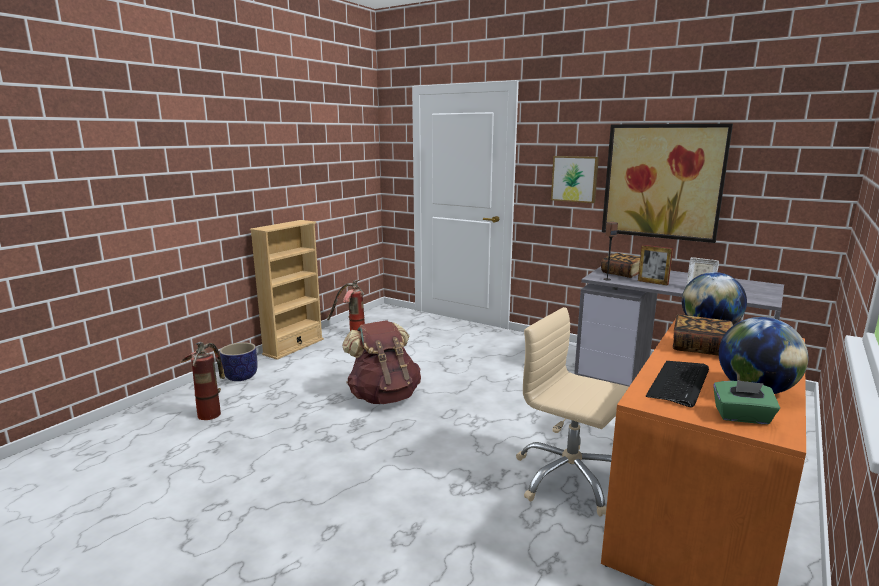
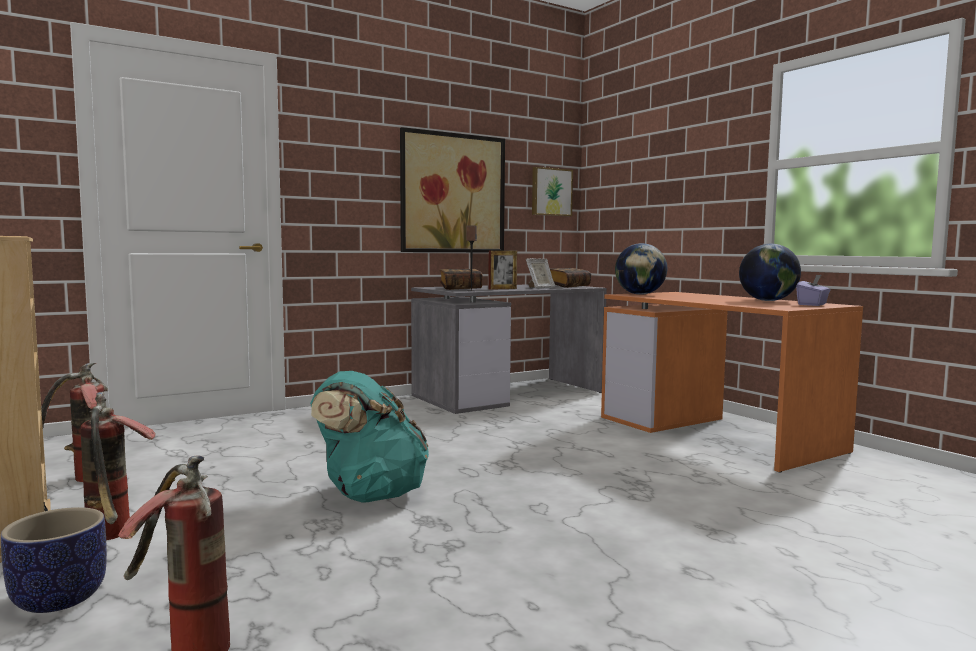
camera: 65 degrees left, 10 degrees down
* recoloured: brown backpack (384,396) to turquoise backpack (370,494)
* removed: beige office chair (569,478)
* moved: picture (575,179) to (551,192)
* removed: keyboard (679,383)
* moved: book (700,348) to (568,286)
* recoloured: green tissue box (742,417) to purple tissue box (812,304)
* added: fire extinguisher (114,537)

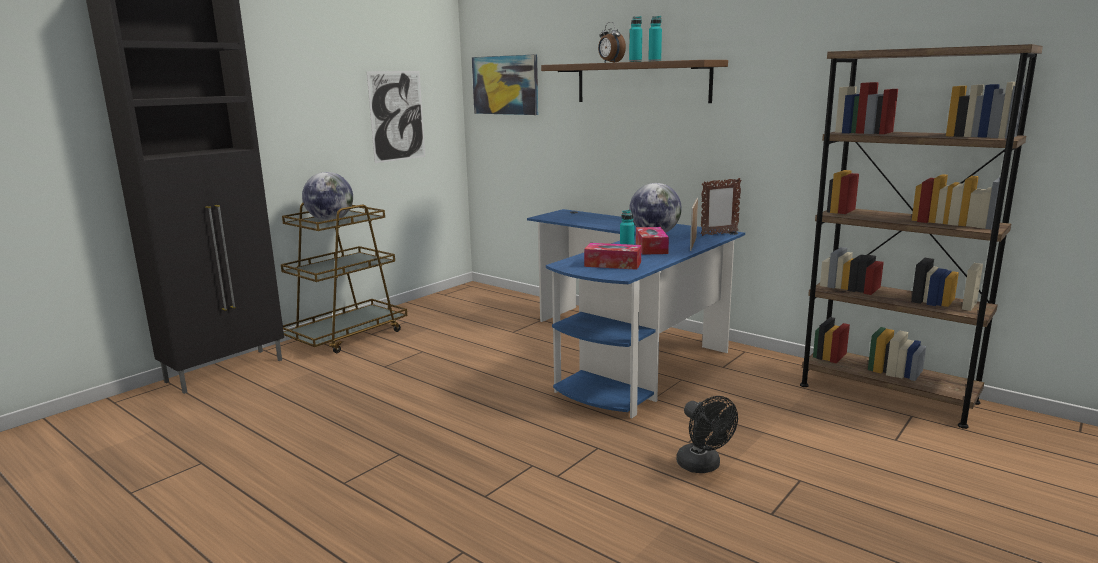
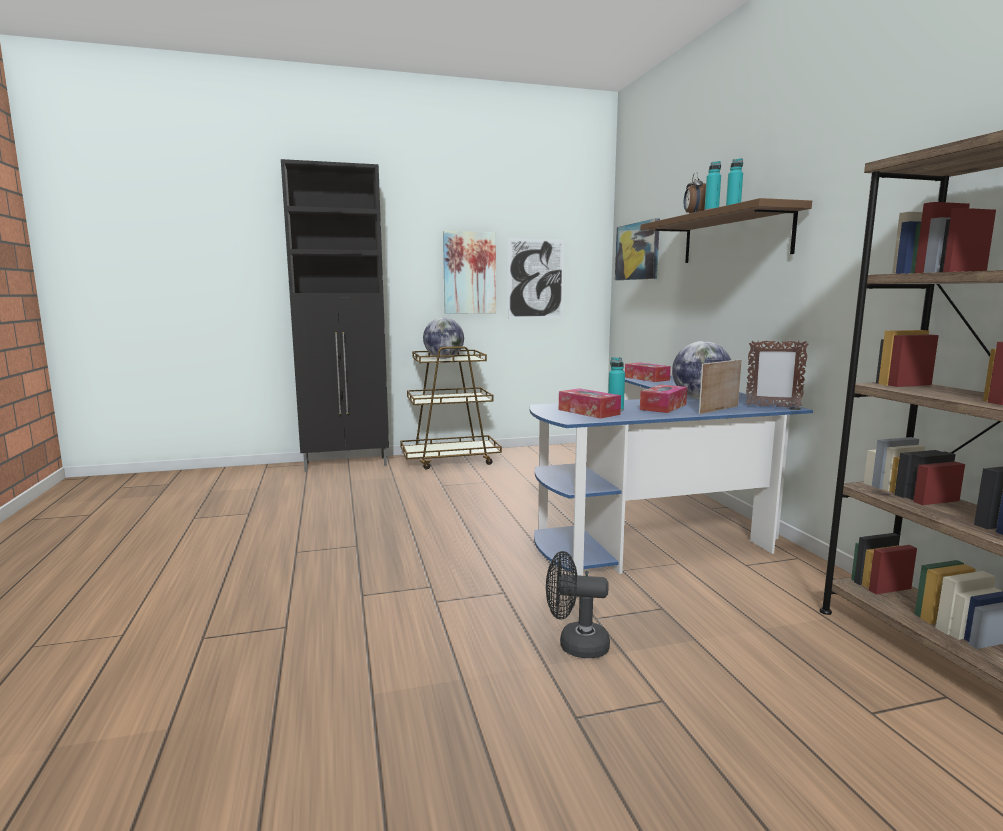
camera: 35 degrees right, 5 degrees down
* turned: black fan (703,466) = (575,645) 90 degrees clockwise
* added: picture (469,273)
* added: tissue box (646,378)

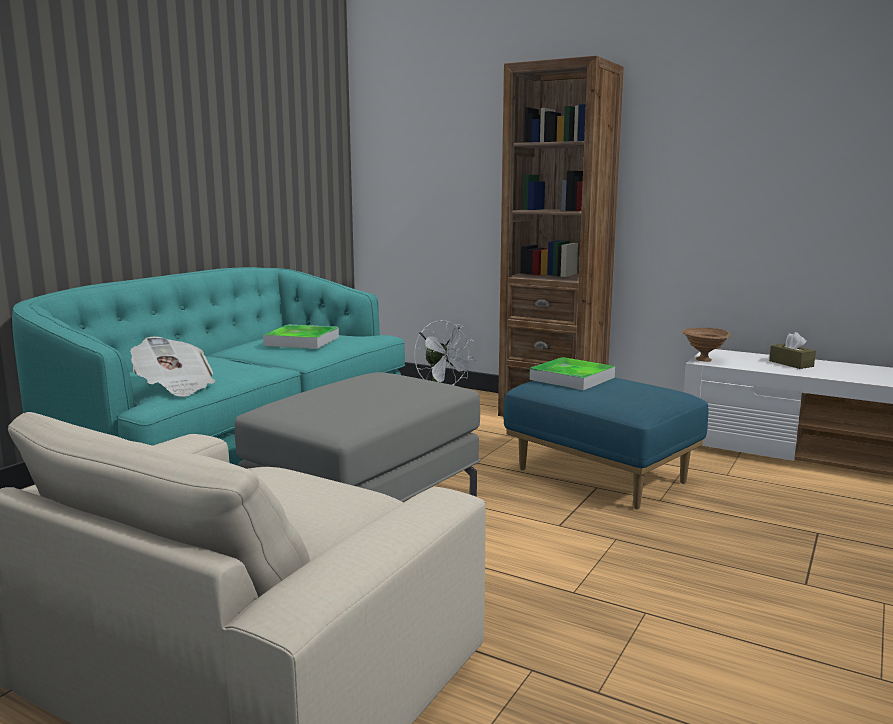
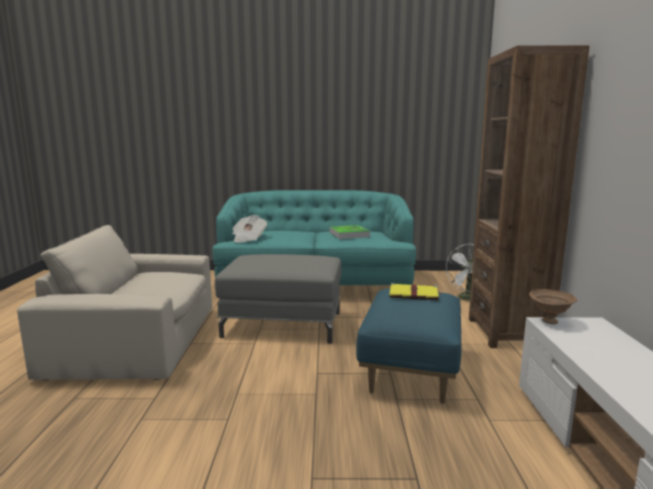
camera: 60 degrees right, 0 degrees up
* replaced: tray (572,378) to yellow book (414,294)
* removed: brown tissue box (791,364)

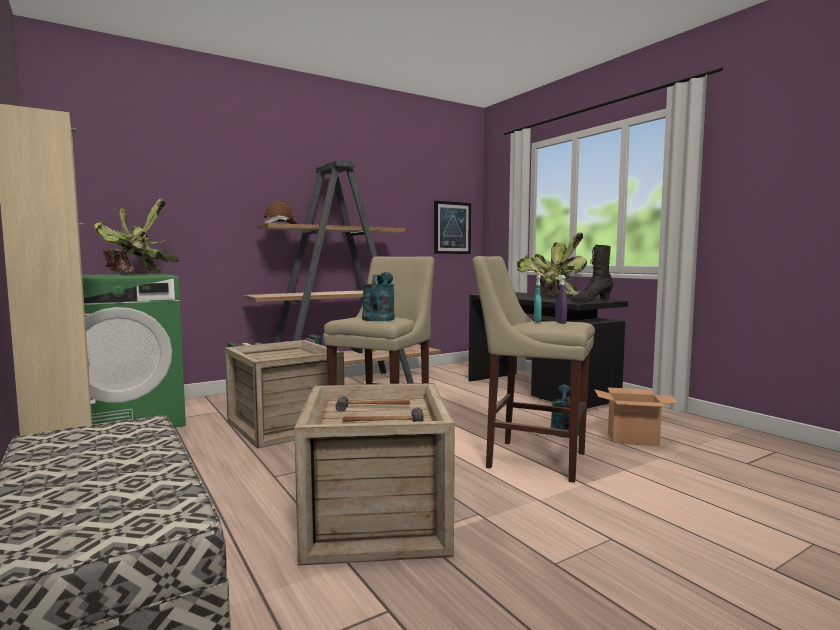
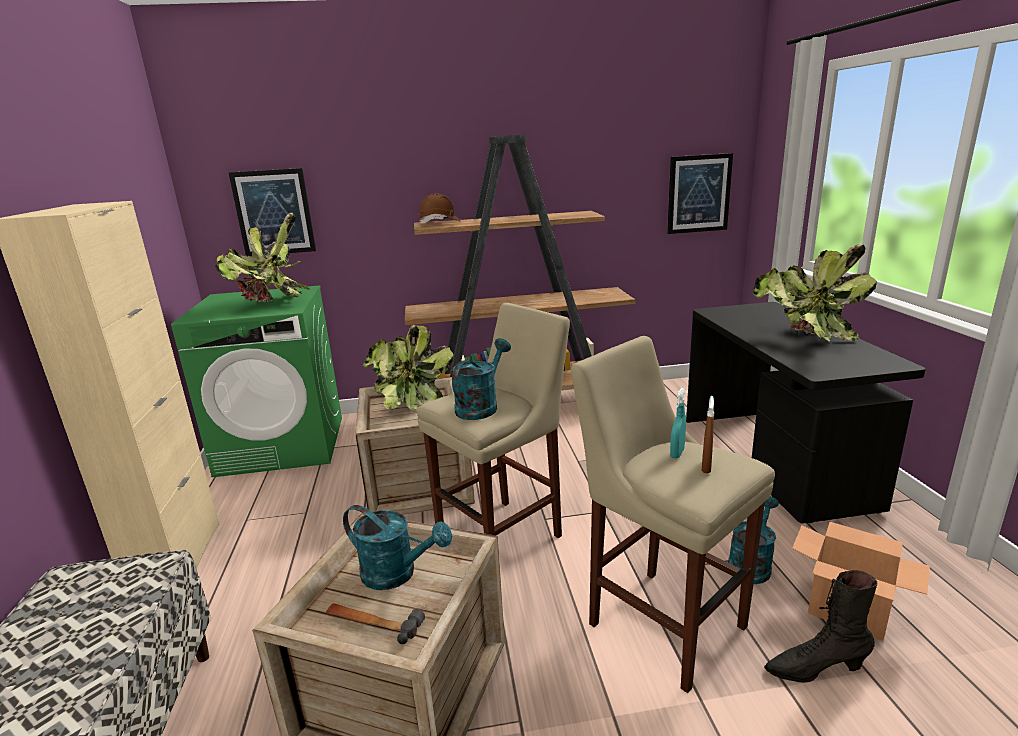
camera: 25 degrees right, 15 degrees up
* replaced: hammer (373,407) to turquoise watering can (397,574)
* recoloured: purple spray bottle (560,322) to brown spray bottle (706,467)
* moved: black boot (591,301) to (815,669)
* added: picture (274,212)
* added: potted plant (407,403)

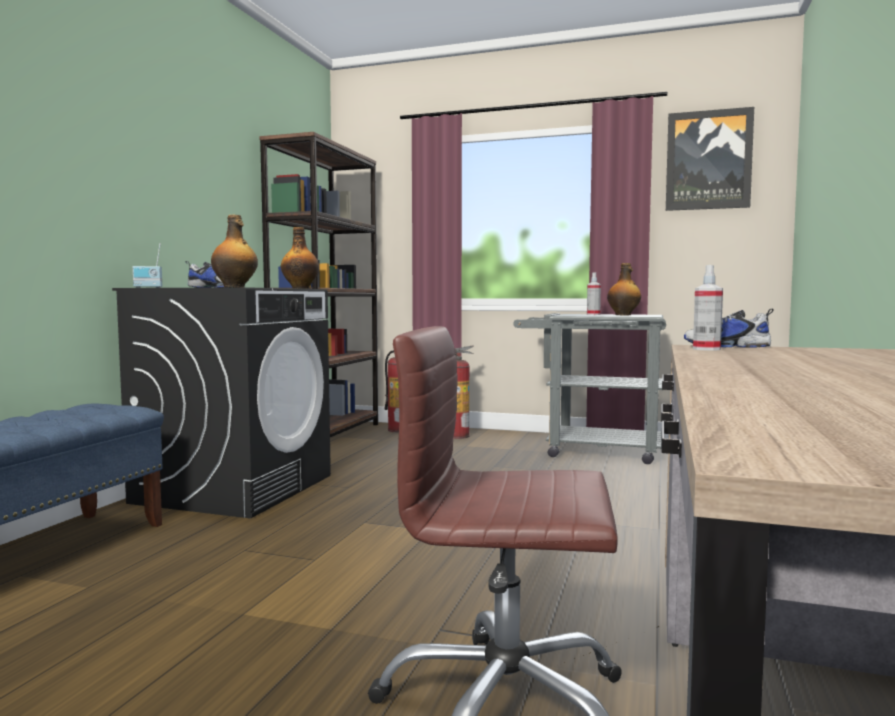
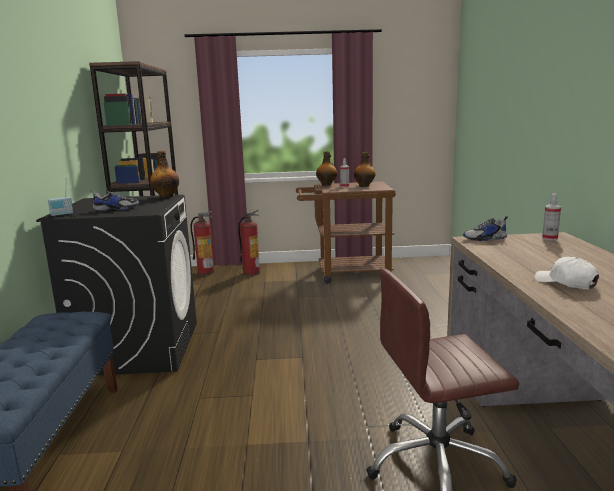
camera: 20 degrees left, 10 degrees up
* moved: bottle (235,287) to (327,185)
* recoloured: grey cart (591,450) to brown cart (346,273)
* removed: picture (708,160)
* moved: spray bottle (706,349) to (549,238)
* added: white cap (565,283)

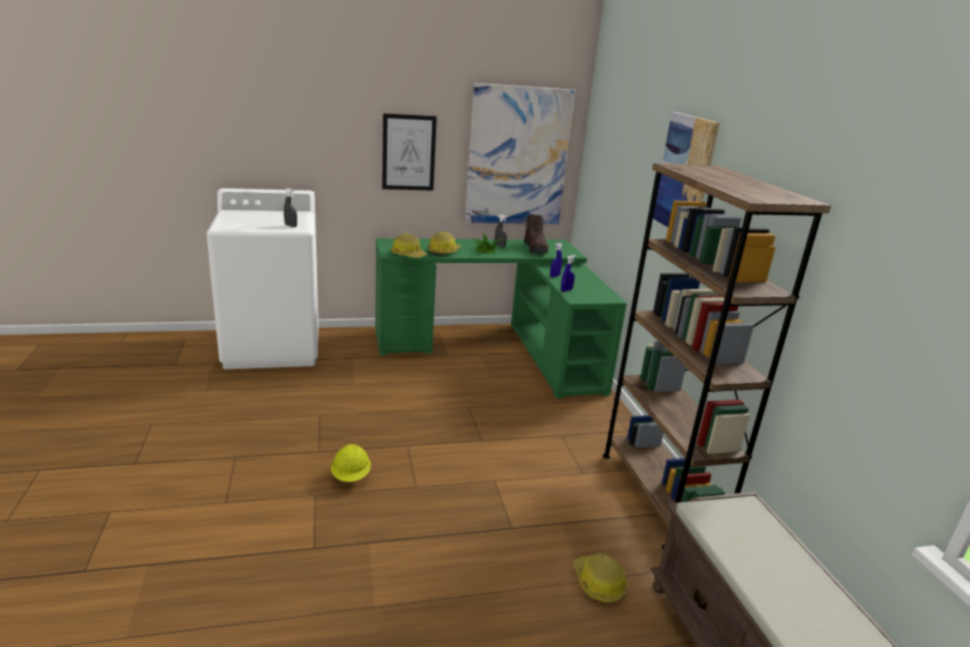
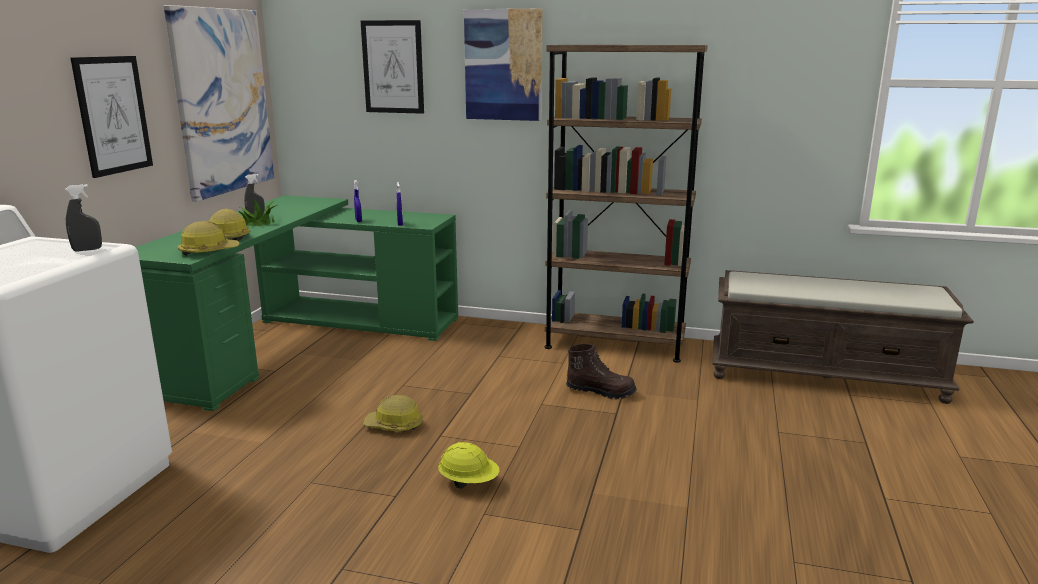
camera: 60 degrees left, 5 degrees down
* moved: brown boot (535,249) to (601,391)
* moved: hard hat (598,583) to (394,425)
* added: picture (393,67)

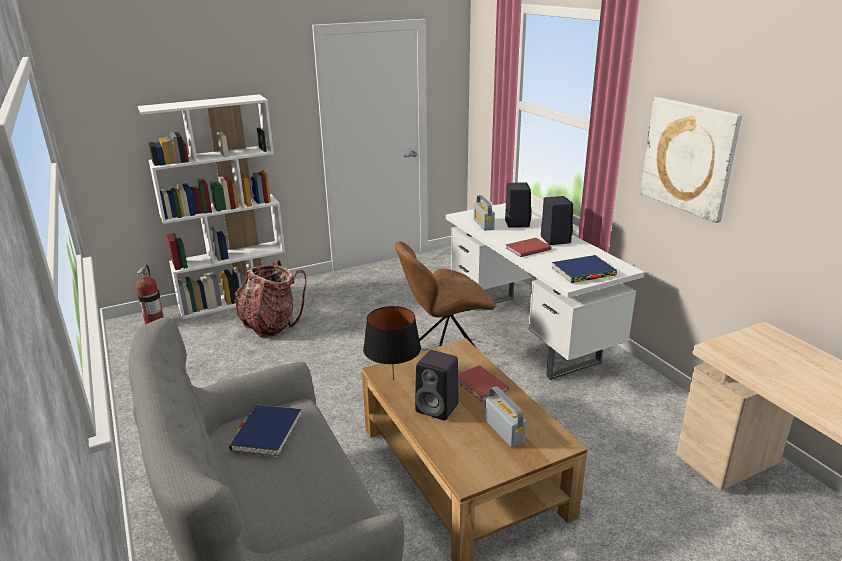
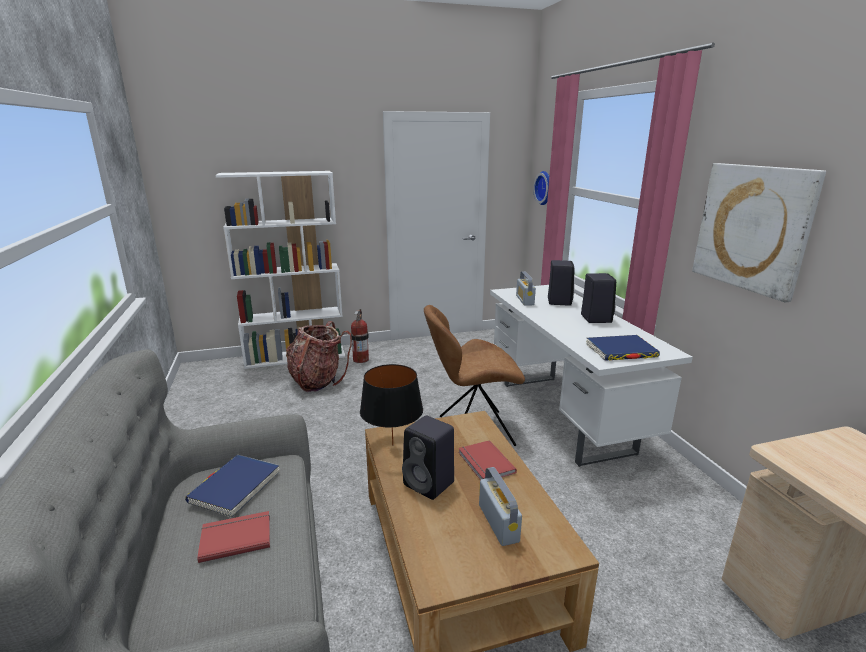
camera: 10 degrees right, 5 degrees down
* moved: fire extinguisher (154,322) to (361,359)
* moved: red book (527,248) to (235,537)
* added: wall clock (545,188)

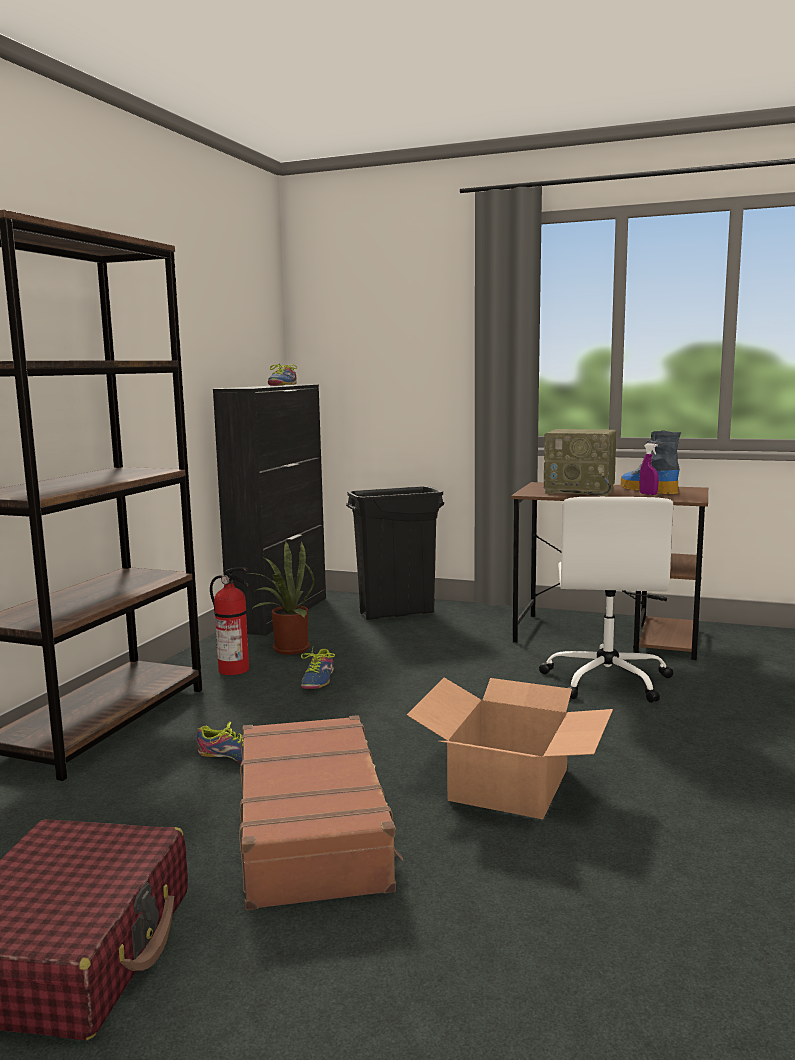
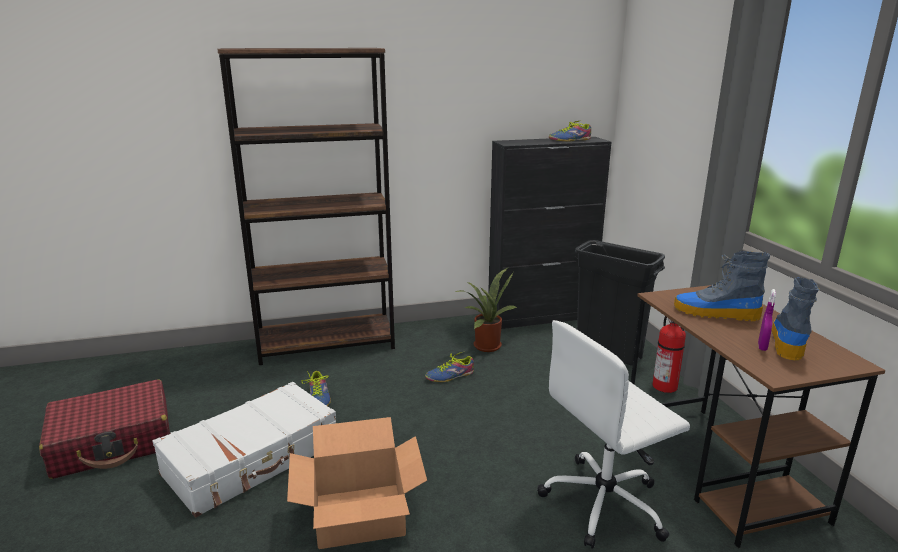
camera: 55 degrees right, 10 degrees up
* moved: fire extinguisher (235,670) to (665,387)
* recoloured: brown suitcase (313,828) to white suitcase (253,459)
* replaced: radio (581,491) to boot (715,313)

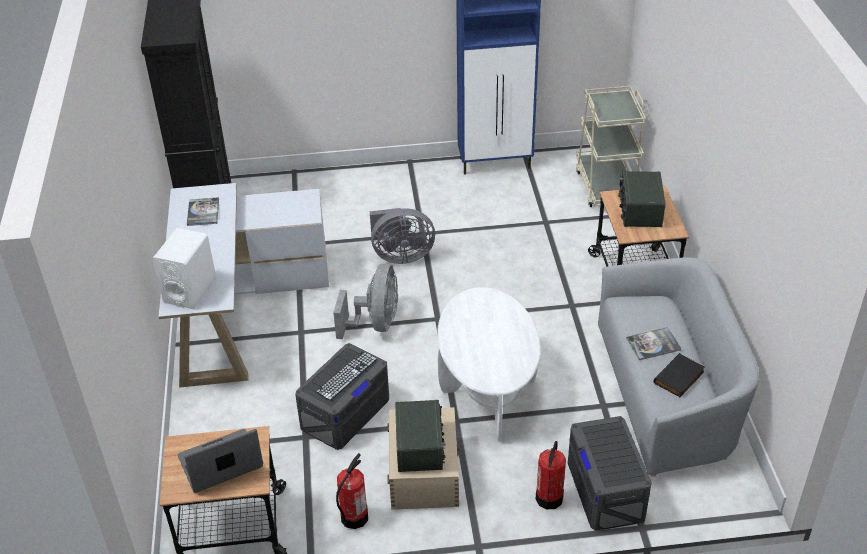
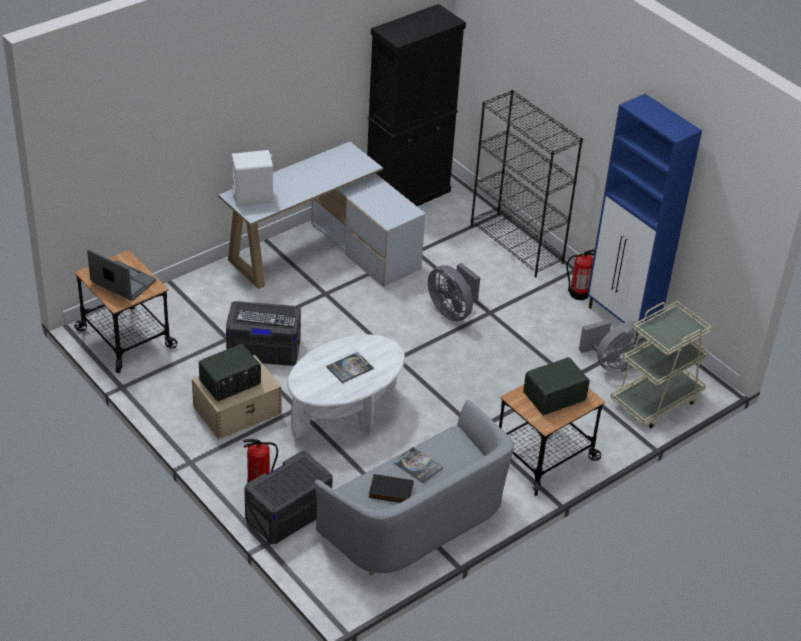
camera: 55 degrees right, 0 degrees up
* moved: book (203,212) to (349,368)
* moved: grey fan (375,323) to (614,364)
* moved: fire extinguisher (354,517) to (578,293)
* added: black bookcase (517,244)

